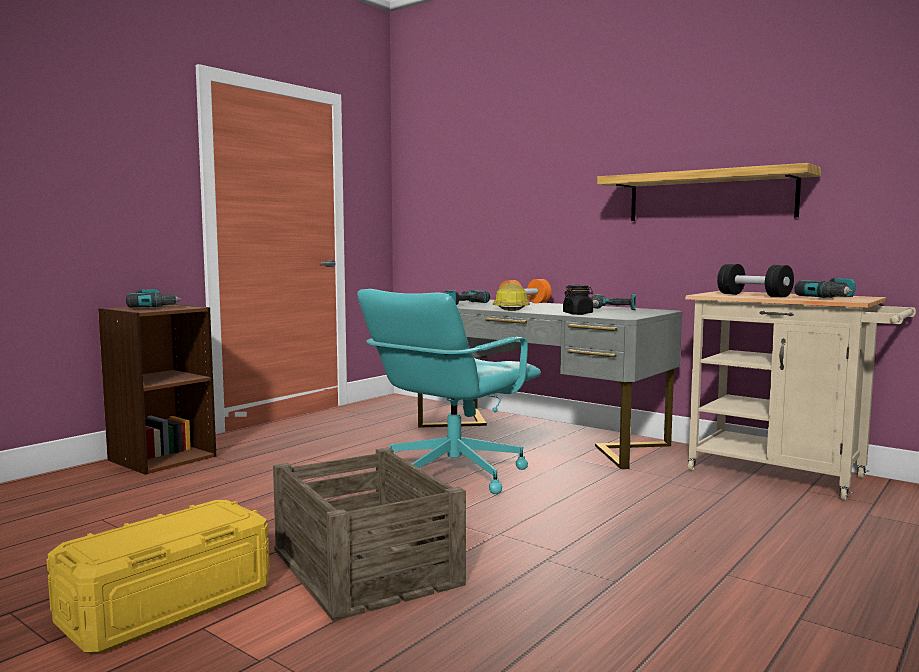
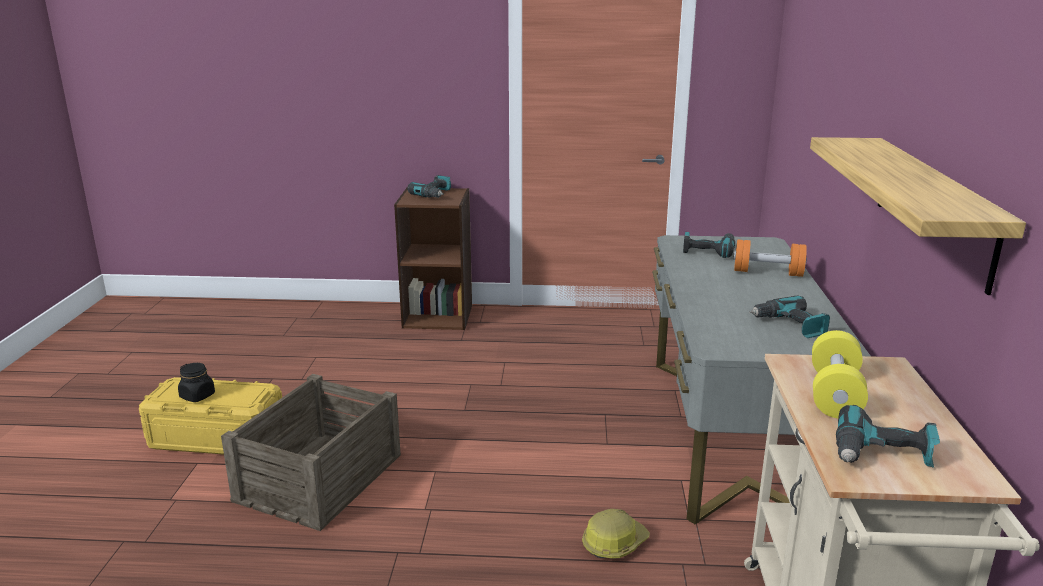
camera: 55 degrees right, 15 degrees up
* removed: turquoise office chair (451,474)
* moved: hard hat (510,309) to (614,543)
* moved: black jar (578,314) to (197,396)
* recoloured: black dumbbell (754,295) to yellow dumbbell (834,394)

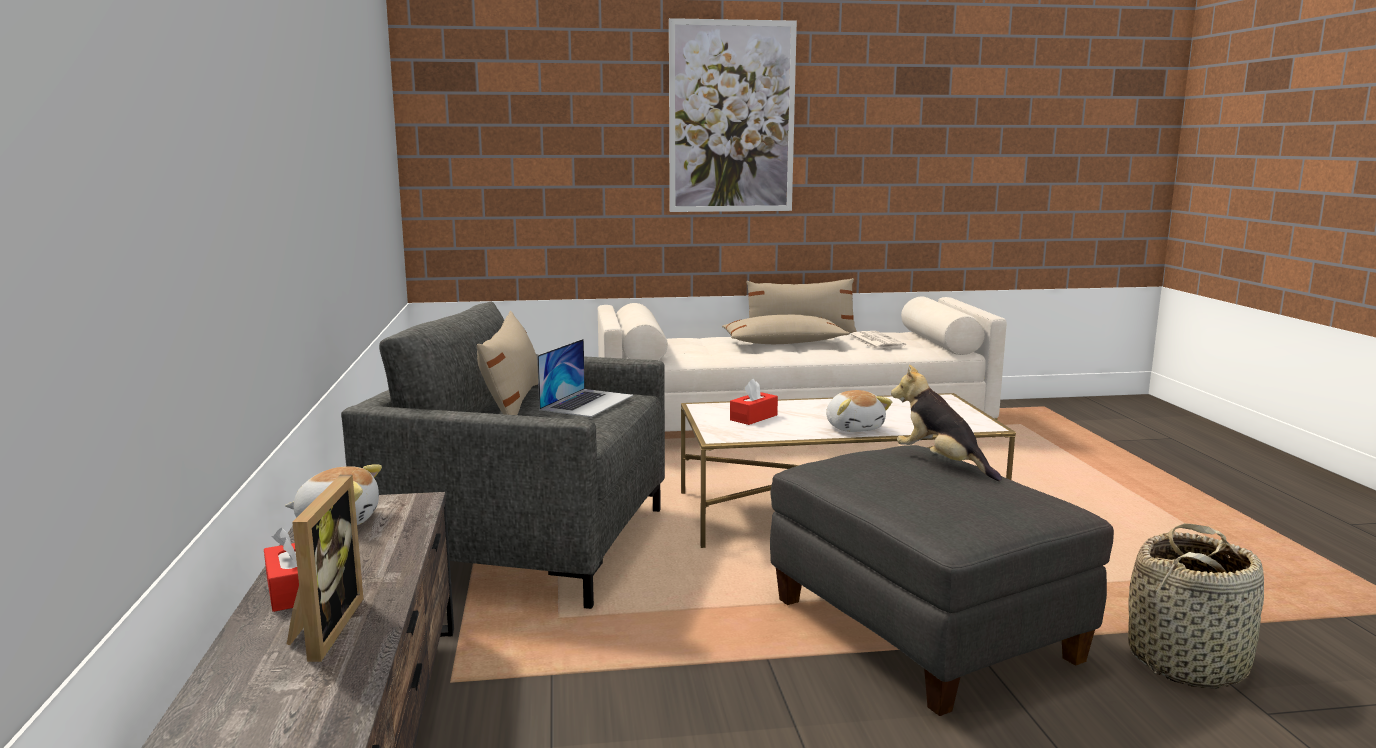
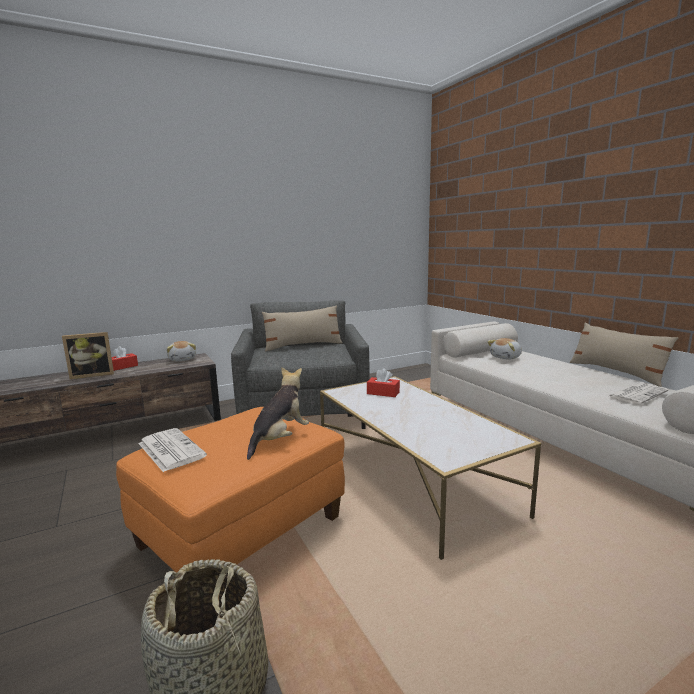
camera: 70 degrees right, 0 degrees up
* removed: laptop (587,402)
* removed: picture (731,117)
* removed: beige pillow (783,343)
* recoloured: grey ottoman (920,630) to orange ottoman (243,531)
* moved: plush toy (854,427) to (506,357)
* added: newspaper (170,449)

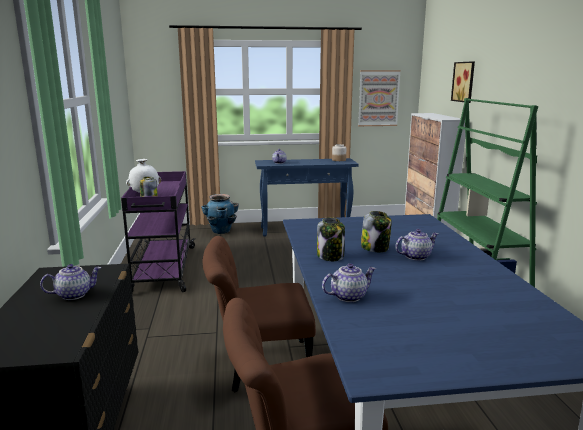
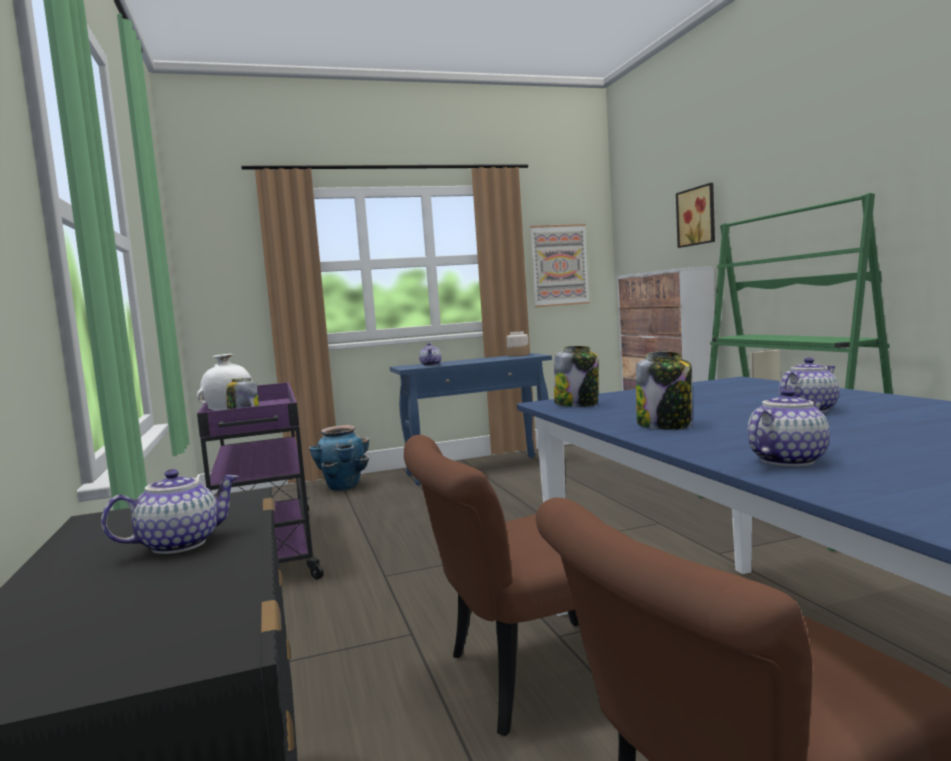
camera: 10 degrees left, 10 degrees down
* moved: jar (375,248) to (577,404)

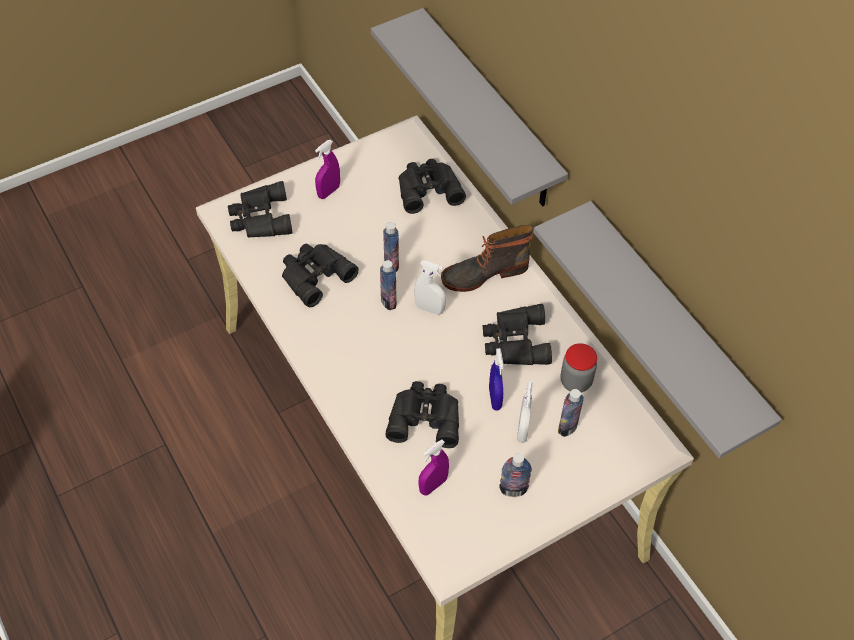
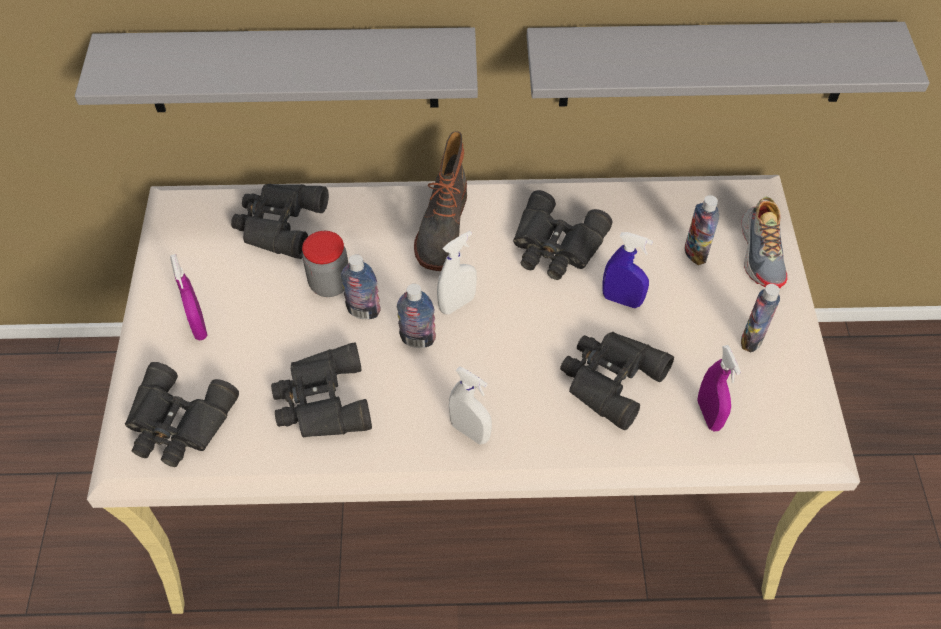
camera: 60 degrees left, 0 degrees up
* moved: white spray bottle (522,430) to (470,432)
* moved: jar (575,381) to (330,284)
* added: shoe (762,252)

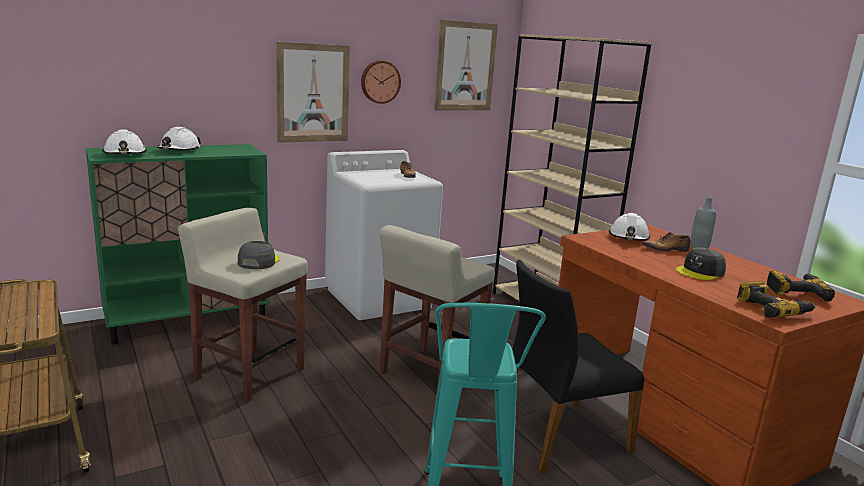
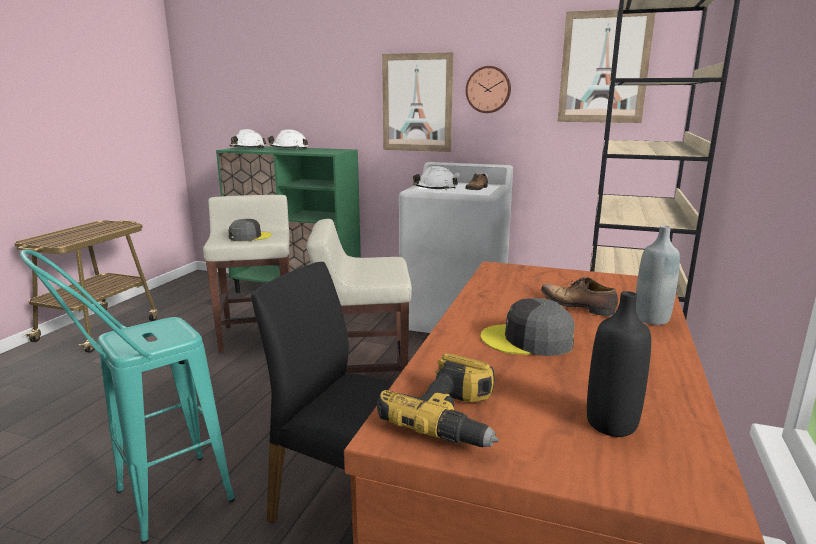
camera: 50 degrees right, 0 degrees up
* moved: white hard hat (628,238) to (435,189)
* replaced: power drill (795,292) to black bottle (611,424)

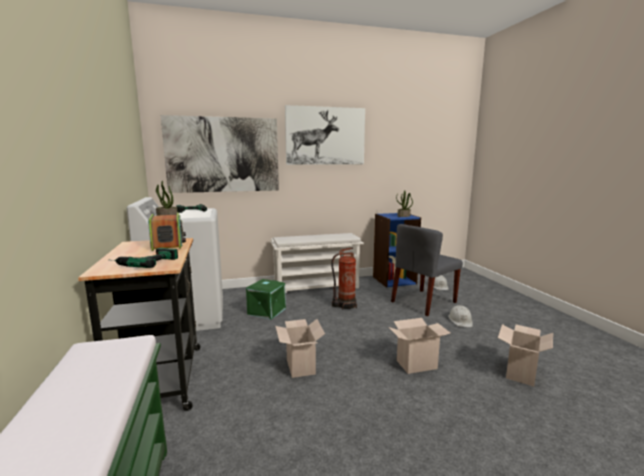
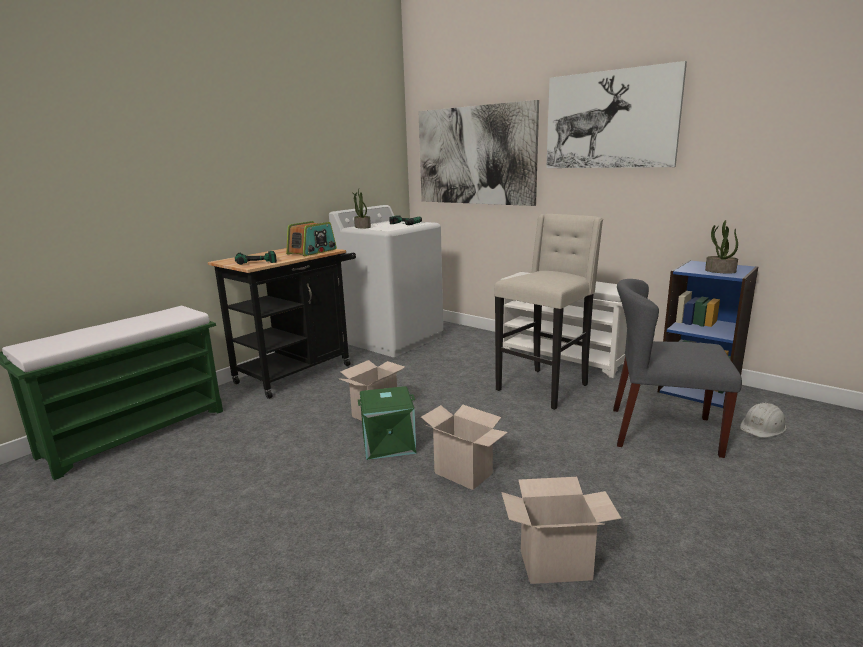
camera: 55 degrees right, 5 degrees up
* moved: green storage box (266,311) to (389,443)
* replaced: fire extinguisher (345,305) to beige stool (544,387)
* removed: white hard hat (460,320)

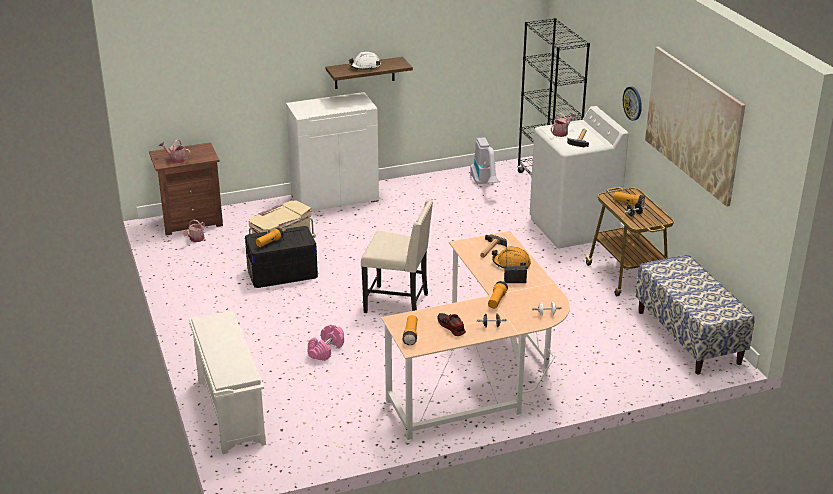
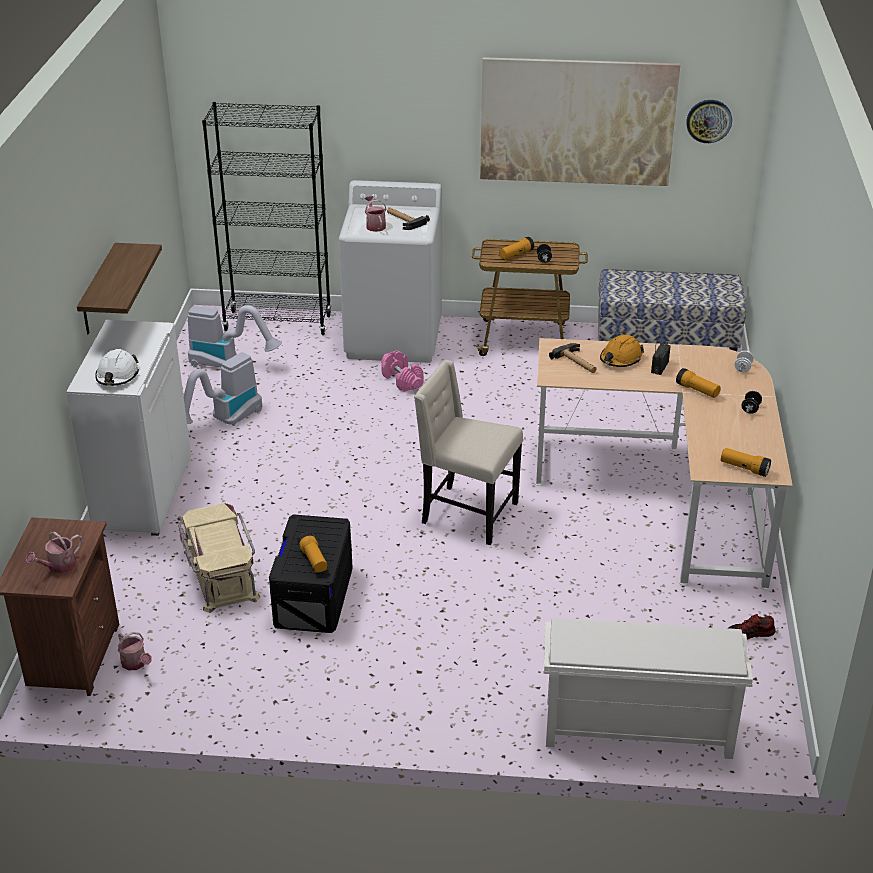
camera: 65 degrees left, 5 degrees up
* moved: pink dumbbell (326,350) to (402,380)
* moved: white hard hat (365,67) to (117,376)
* turned: beige chair (398,303) = (467,514) 105 degrees counterclockwise
* moved: shoe (451,327) to (750,634)
* moved: wall clock (633,103) to (709,121)
* added: vacuum cleaner (224,421)

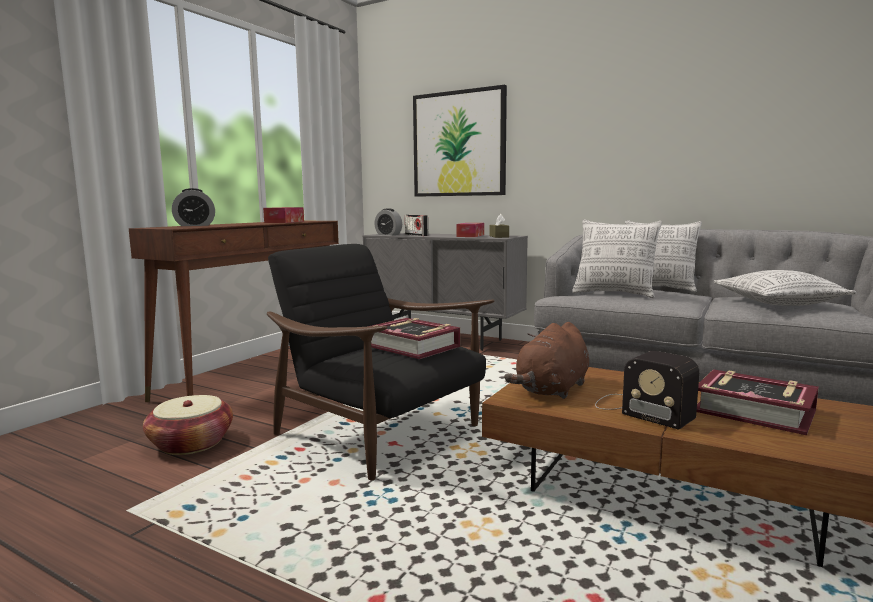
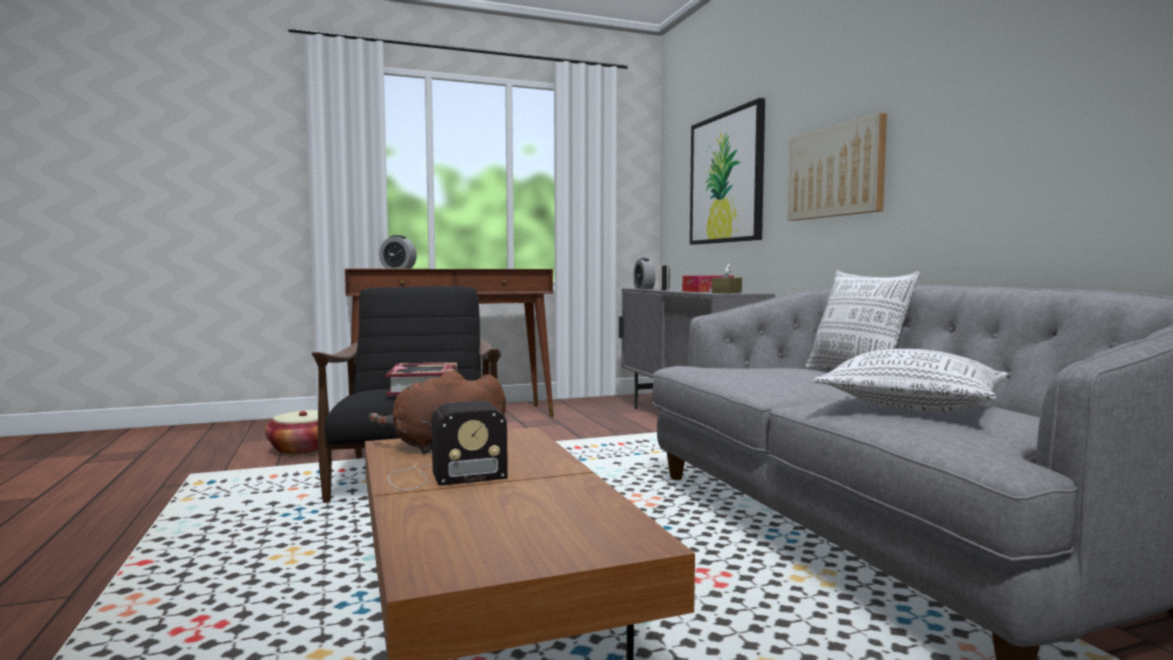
camera: 40 degrees right, 5 degrees down
* removed: tissue box (284,222)
* removed: pillow (614,294)
* turned: radio (639,409) = (443,476) 105 degrees counterclockwise
* removed: book (754,411)
* added: picture (836,172)

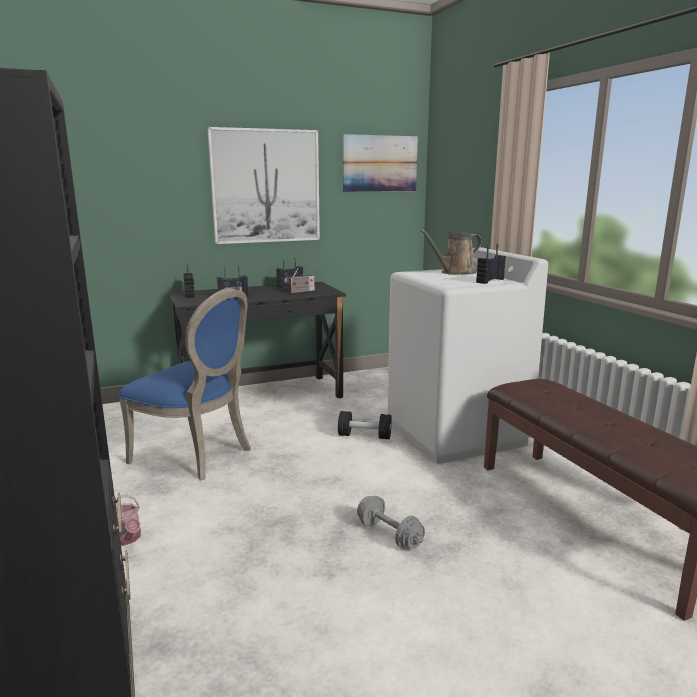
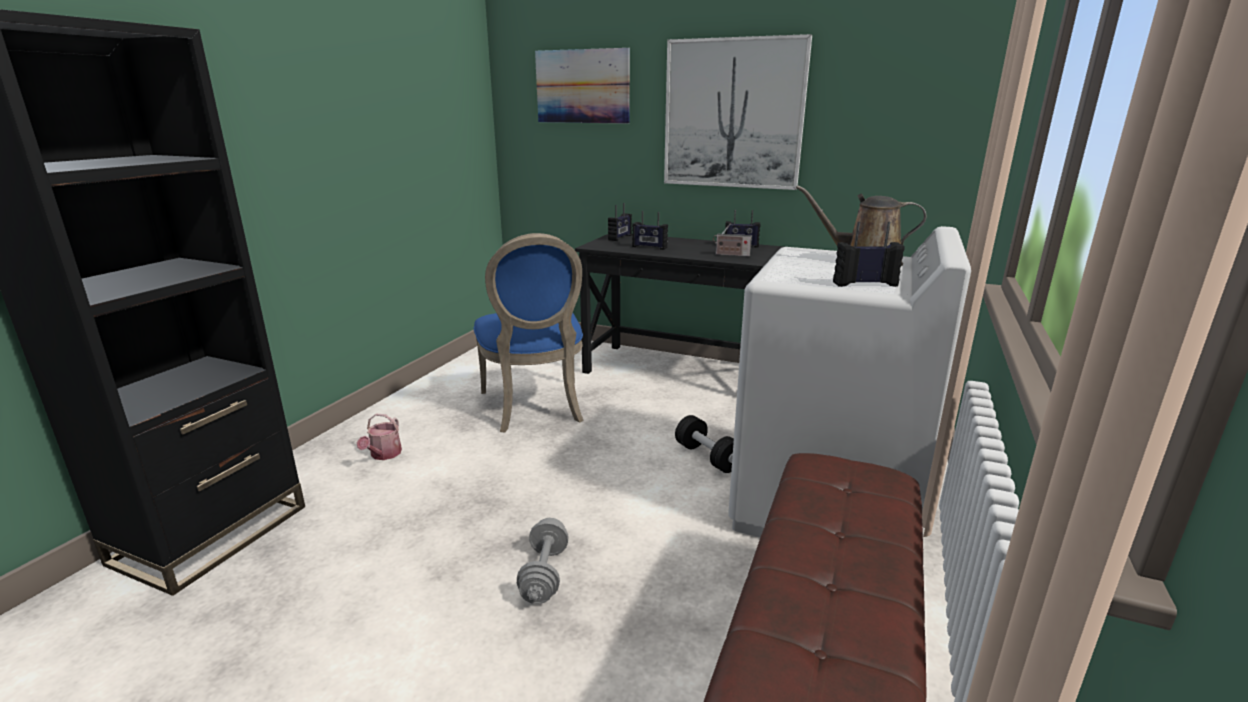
camera: 45 degrees right, 5 degrees up
* moved: picture (380,163) to (582,86)

